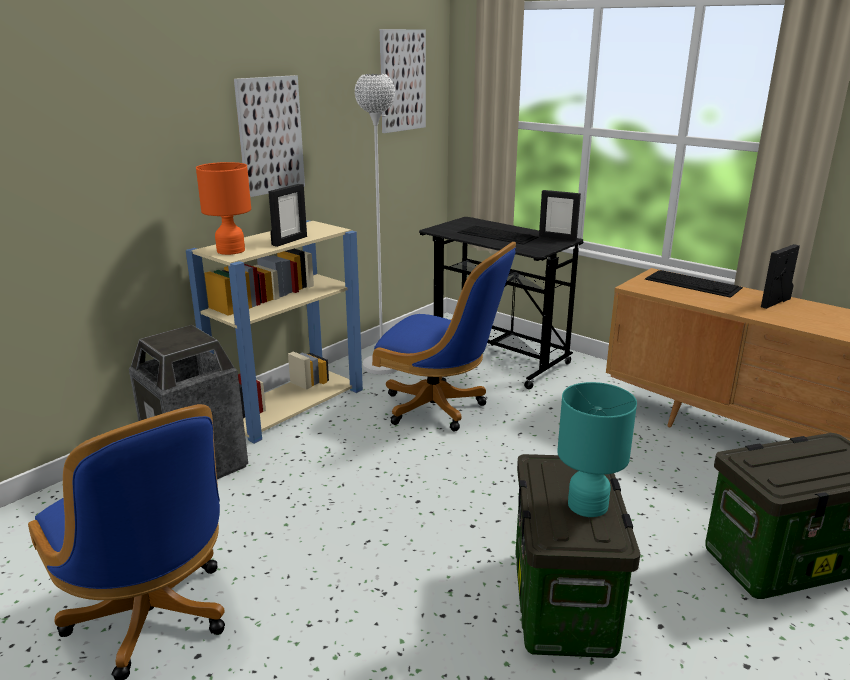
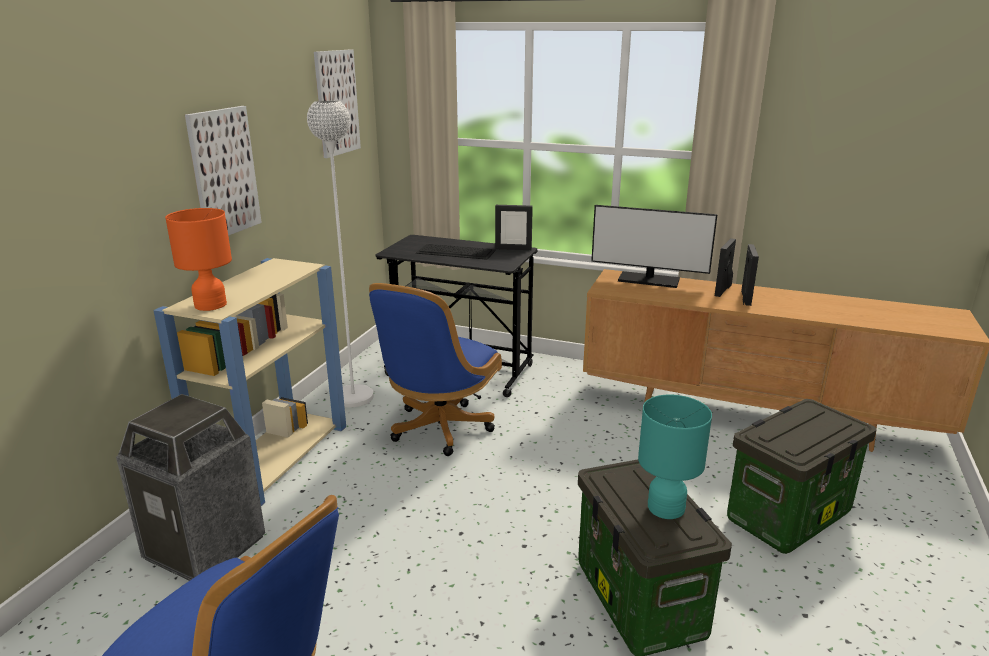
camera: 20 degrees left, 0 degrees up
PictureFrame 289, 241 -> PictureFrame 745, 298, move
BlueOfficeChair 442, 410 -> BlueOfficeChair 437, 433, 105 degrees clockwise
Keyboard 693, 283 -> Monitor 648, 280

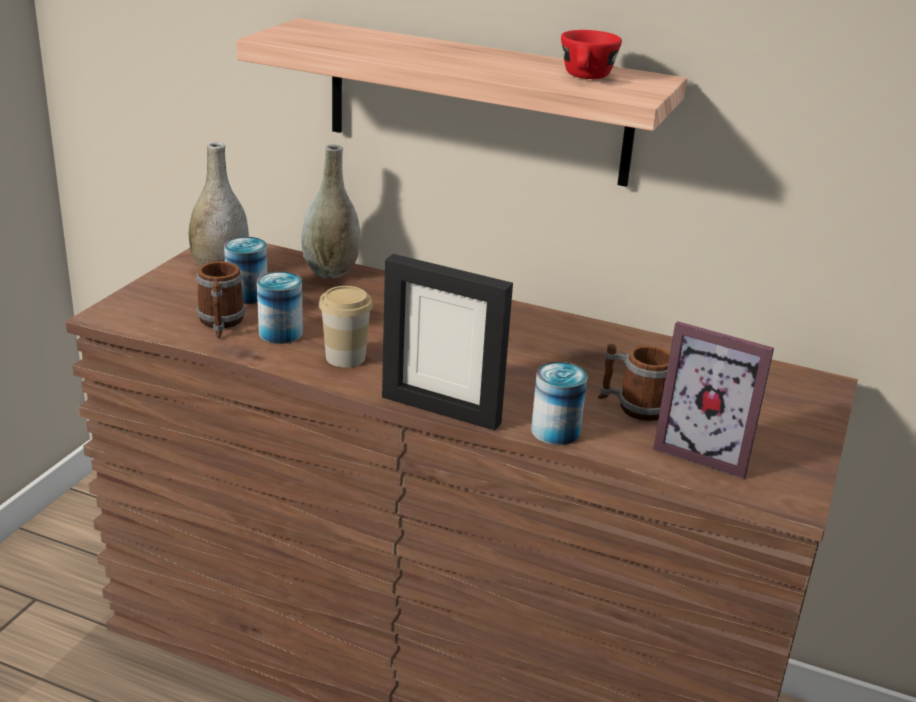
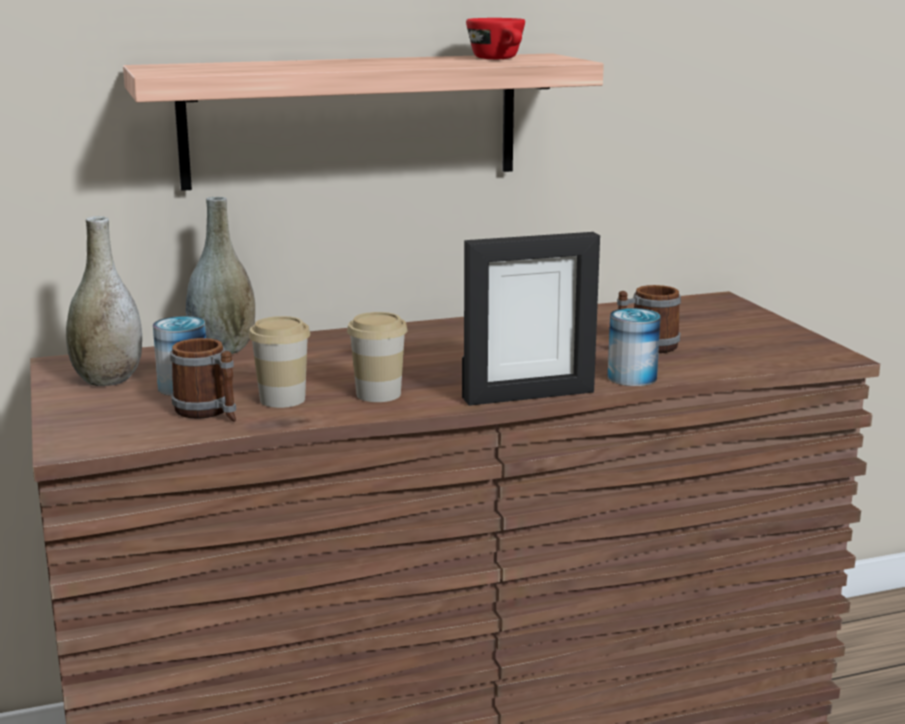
camera: 40 degrees left, 10 degrees down
Can 280, 333 -> Cup 282, 399
PictureFrame 706, 451 -> none

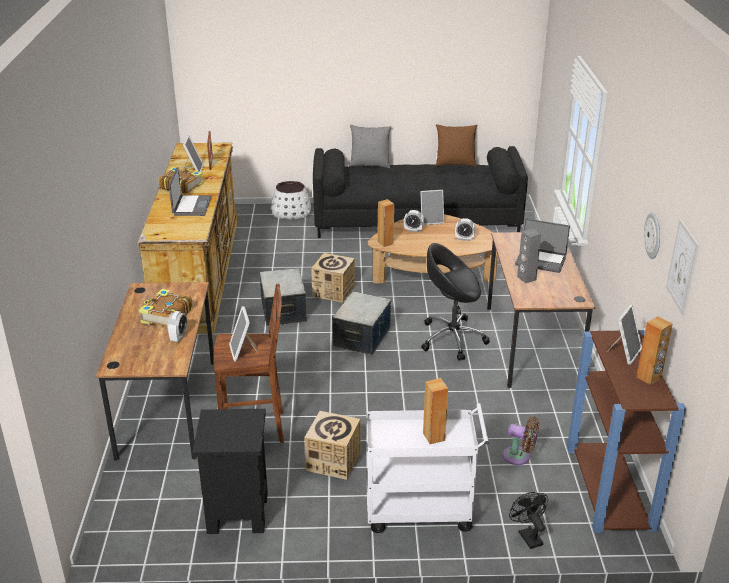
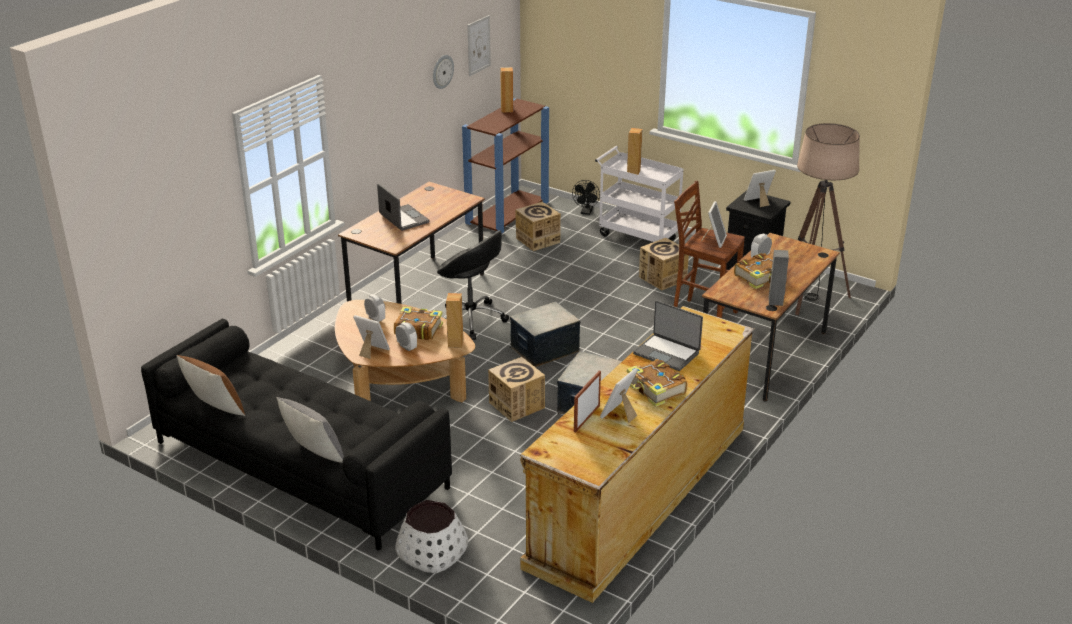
camera: 145 degrees left, 0 degrees up
Laptop 191, 206 -> Laptop 667, 353, 90 degrees counterclockwise
BrownFan 519, 457 -> CardboardBox 537, 240
GreySpeaker 526, 278 -> GreySpeaker 776, 301, move
PictureFrame 624, 353 -> PictureFrame 758, 202, move
none -> Book 418, 329
none -> FloorLamp 810, 297

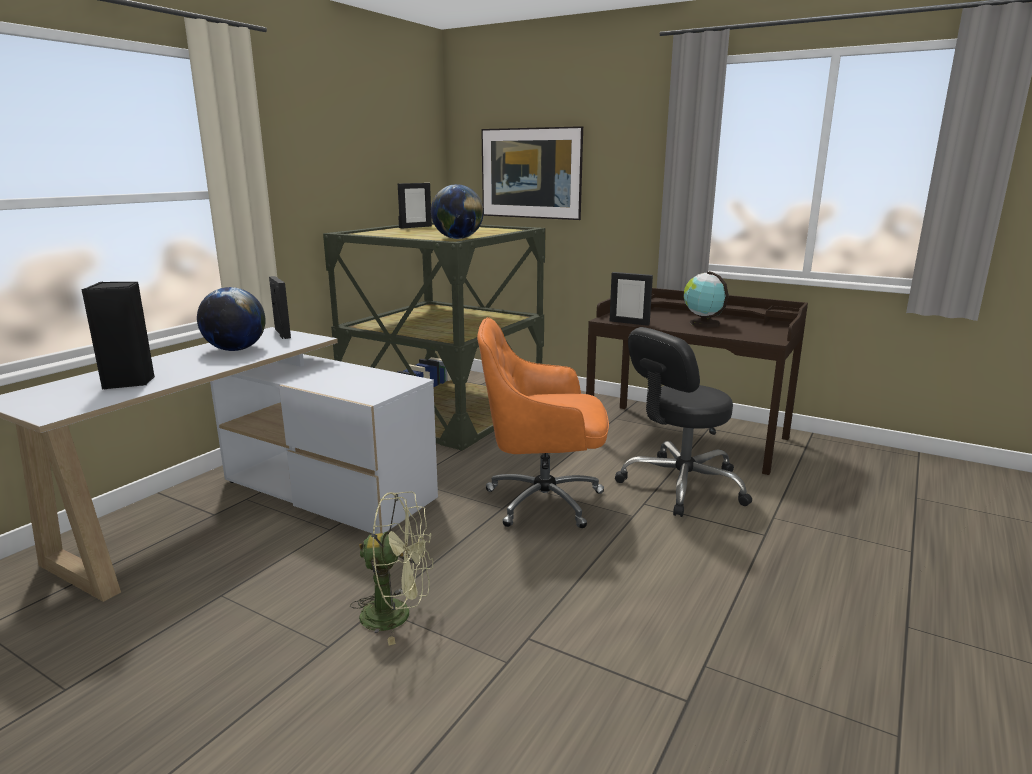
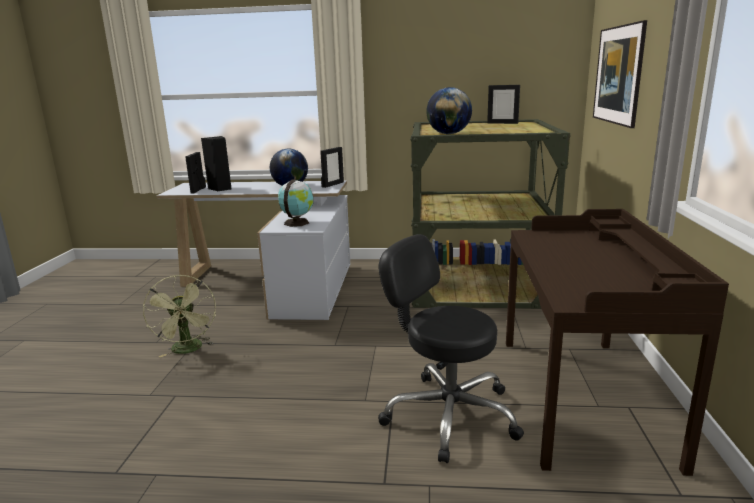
camera: 65 degrees right, 0 degrees up
OrangeOfficeChair 543, 500 -> none
PictureFrame 629, 322 -> PictureFrame 198, 190, move
Globe 703, 323 -> Globe 297, 222, move

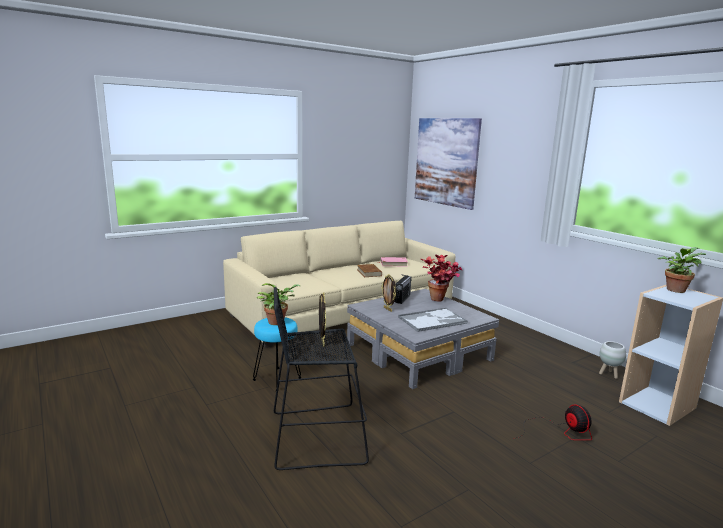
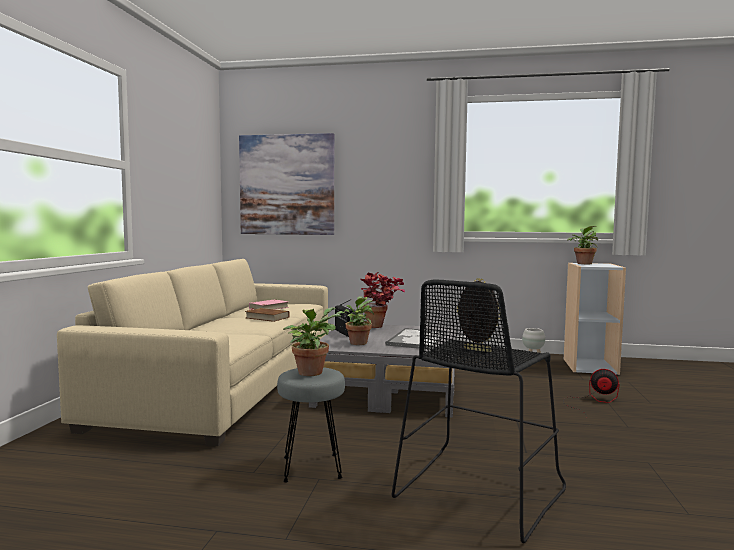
camera: 45 degrees left, 10 degrees down
TurquoiseStool 276, 379 -> GreyStool 311, 468
PictureFrame 388, 309 -> PottedPlant 357, 342

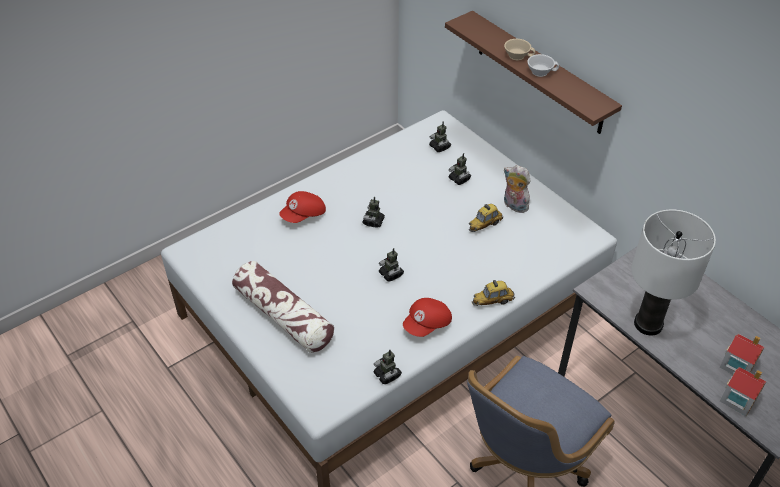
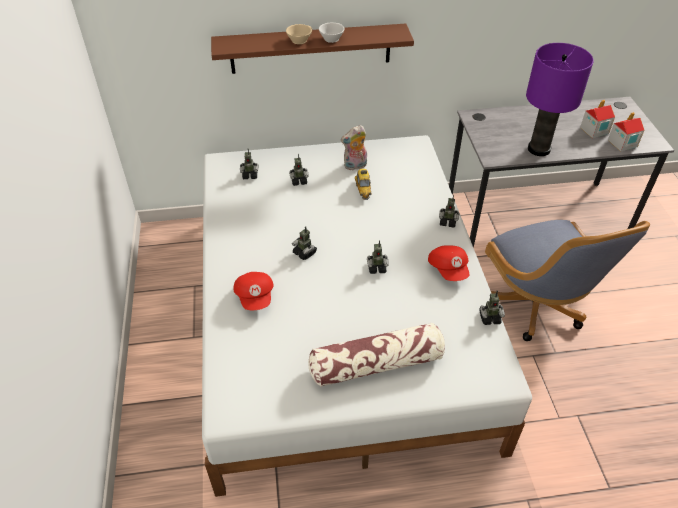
camera: 60 degrees left, 0 degrees up
ToyCar 492, 301 -> ToyRobot 447, 222
WhiteTableLamp 648, 324 -> PurpleTableLamp 539, 149

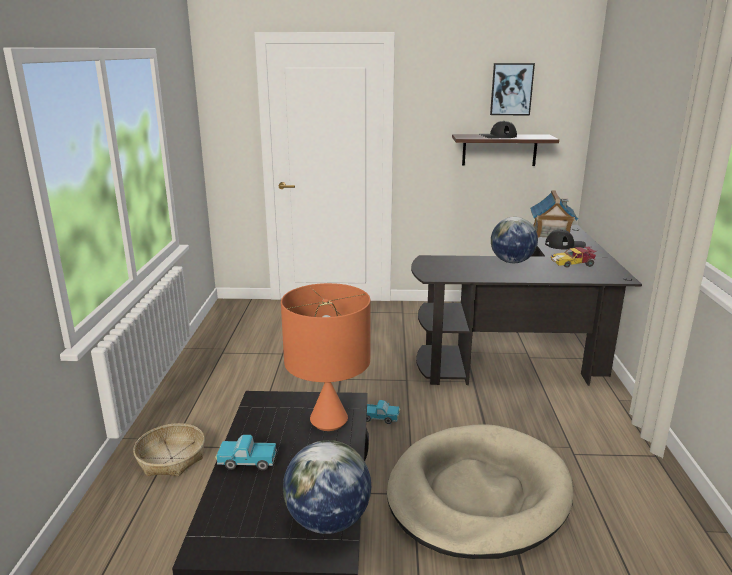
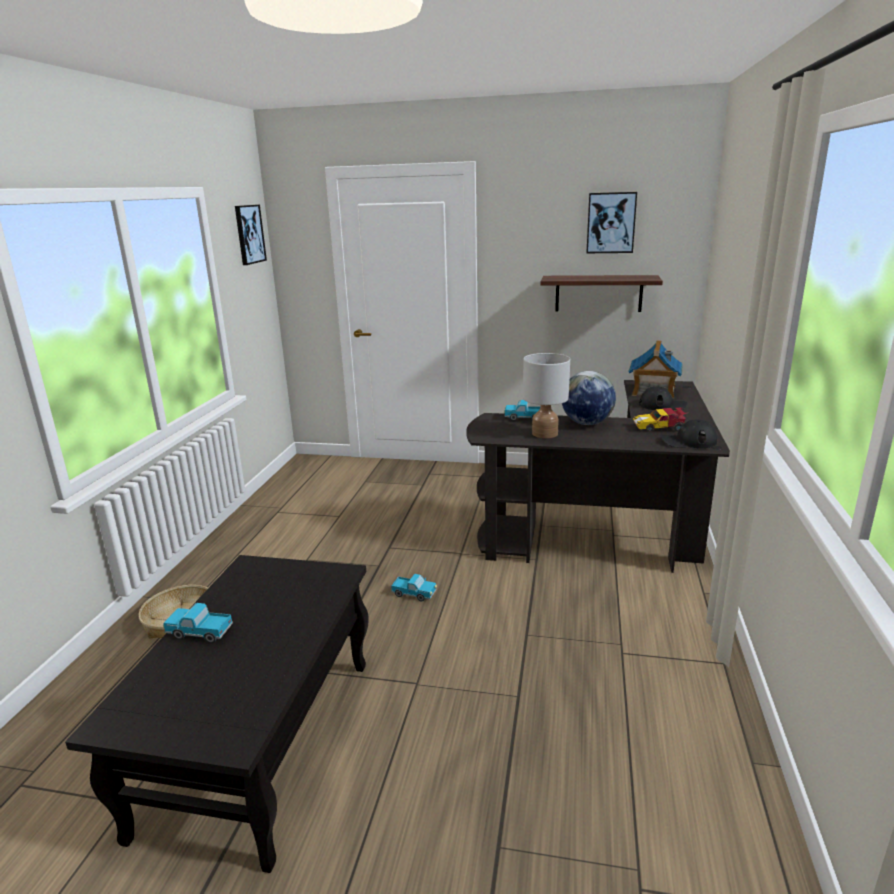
camera: 10 degrees right, 0 degrees up
OrangeTableLamp 329, 422 -> none
Globe 327, 520 -> none
BeigeDogBed 477, 494 -> none
BlackCap 497, 136 -> BlackCap 688, 441, move
none -> Picture 249, 234
none -> ToyTruck 523, 418
none -> GreyTableLamp 544, 434

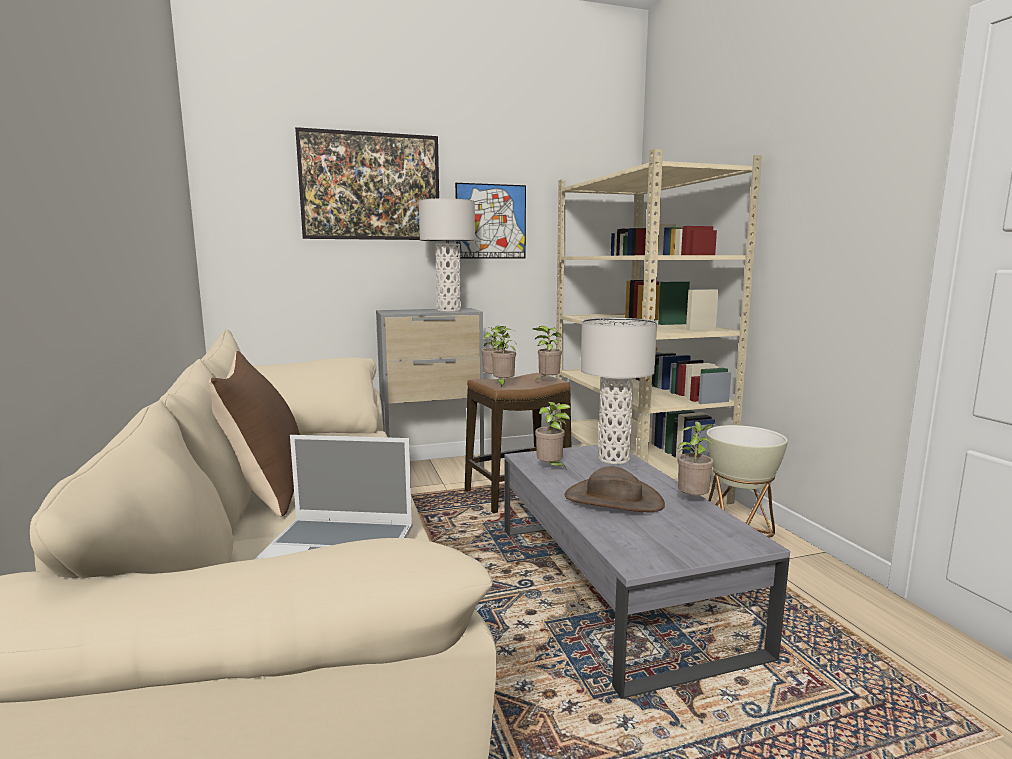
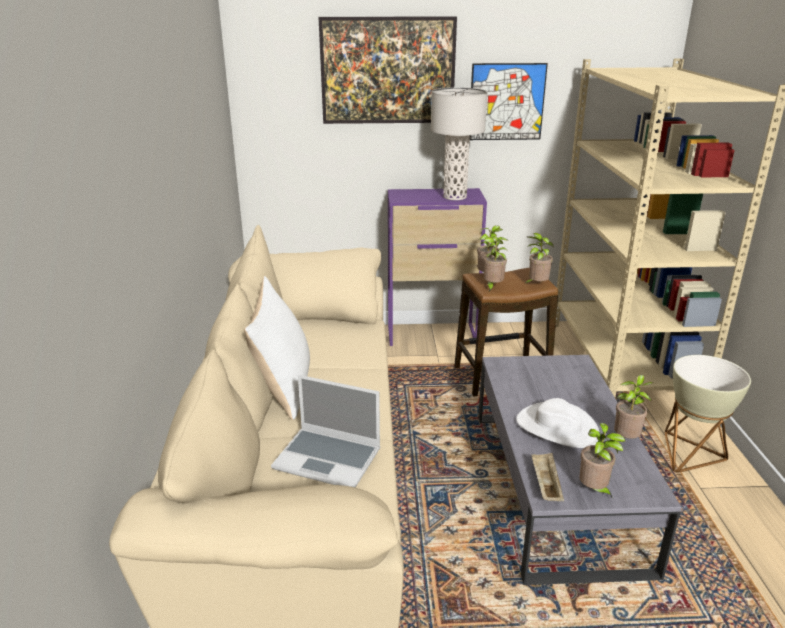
camera: 15 degrees right, 15 degrees up
BrownPillow 265, 489 -> WhitePillow 283, 387
GreyCabinet 434, 468 -> PurpleCabinet 433, 335
PottedPlant 551, 468 -> PottedPlant 594, 490, move
BrownHat 613, 500 -> WhiteHat 556, 427
WhiteTableLamp 613, 458 -> none
none -> BeigeTray 545, 485

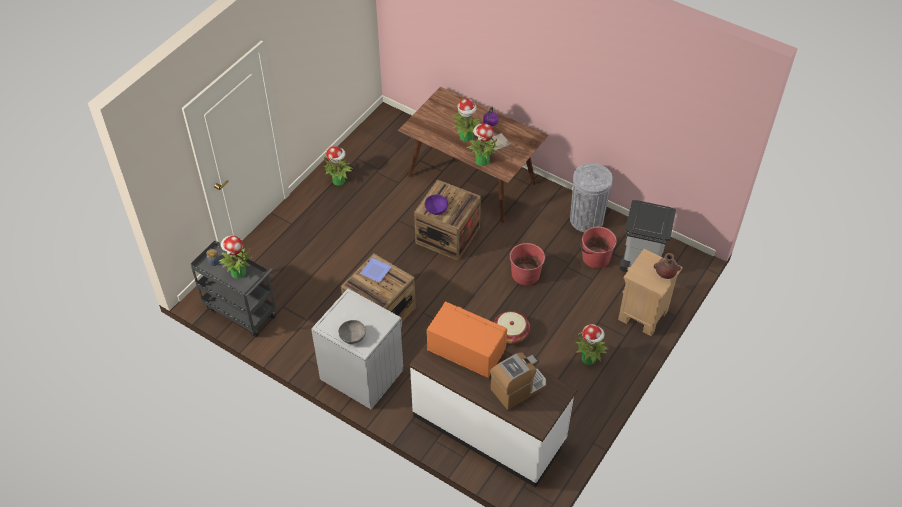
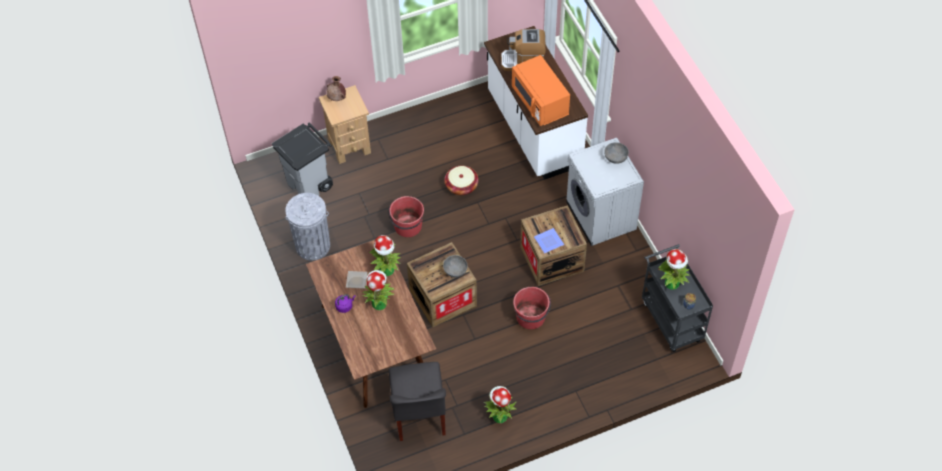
camera: 145 degrees left, 5 degrees up
PurpleBowl 436, 209 -> GreyBowl 455, 270
PottedPlant 589, 358 -> none
RedBucket 595, 257 -> RedBucket 531, 317, move
none -> GreyChair 419, 414

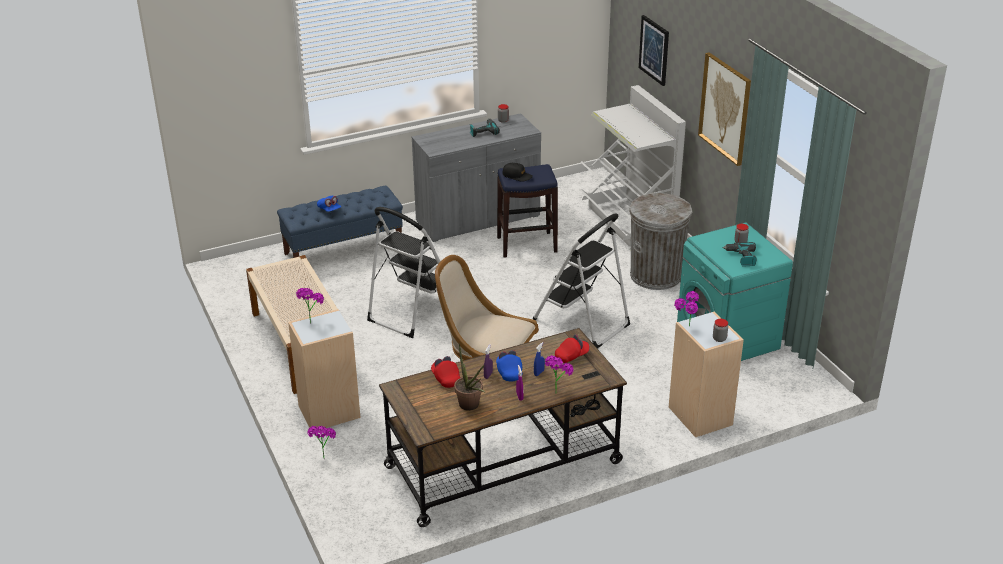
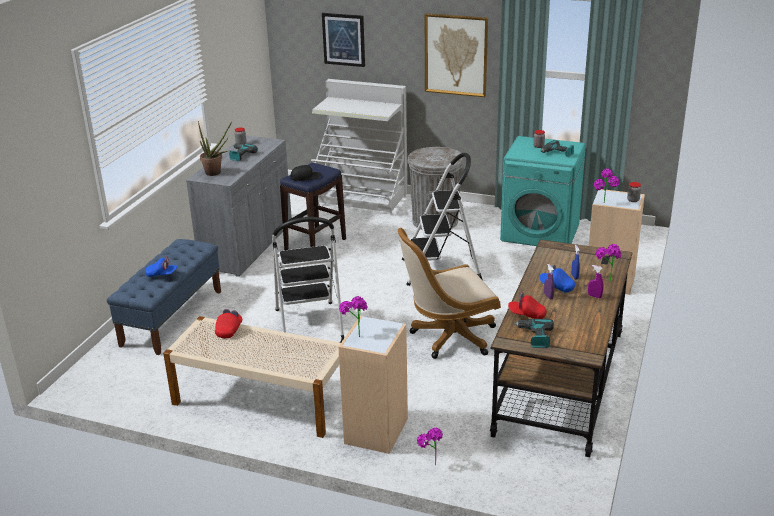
camera: 45 degrees left, 5 degrees down
PottedPlant 471, 407 -> PottedPlant 216, 173, move
RedCap 572, 356 -> RedCap 229, 330, move
none -> PowerDrill 534, 337

